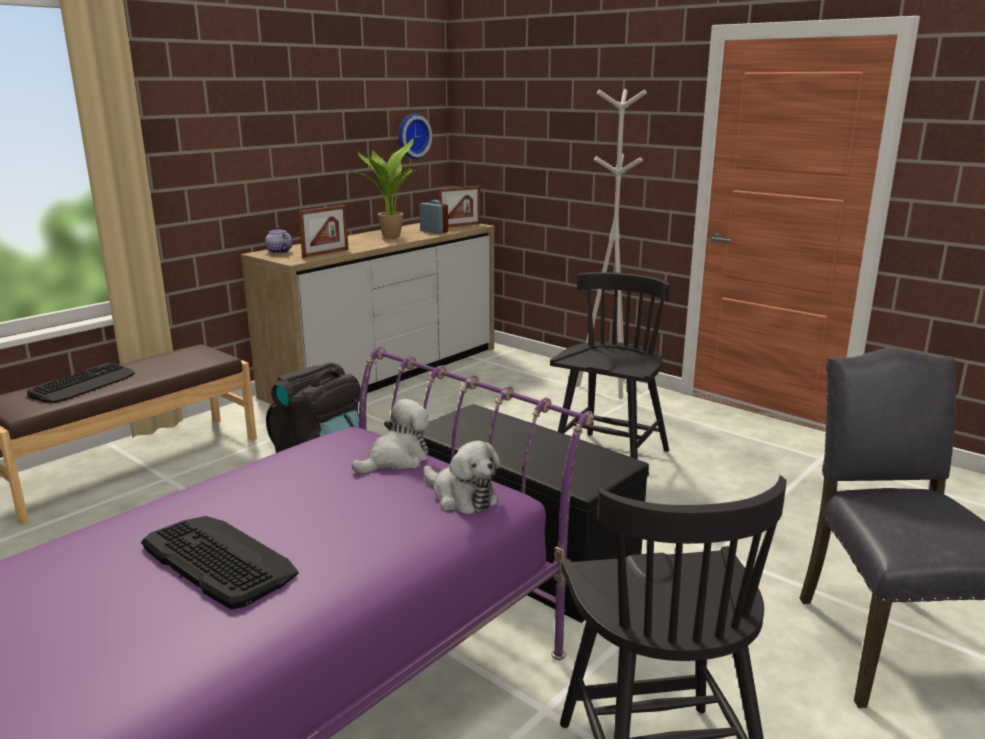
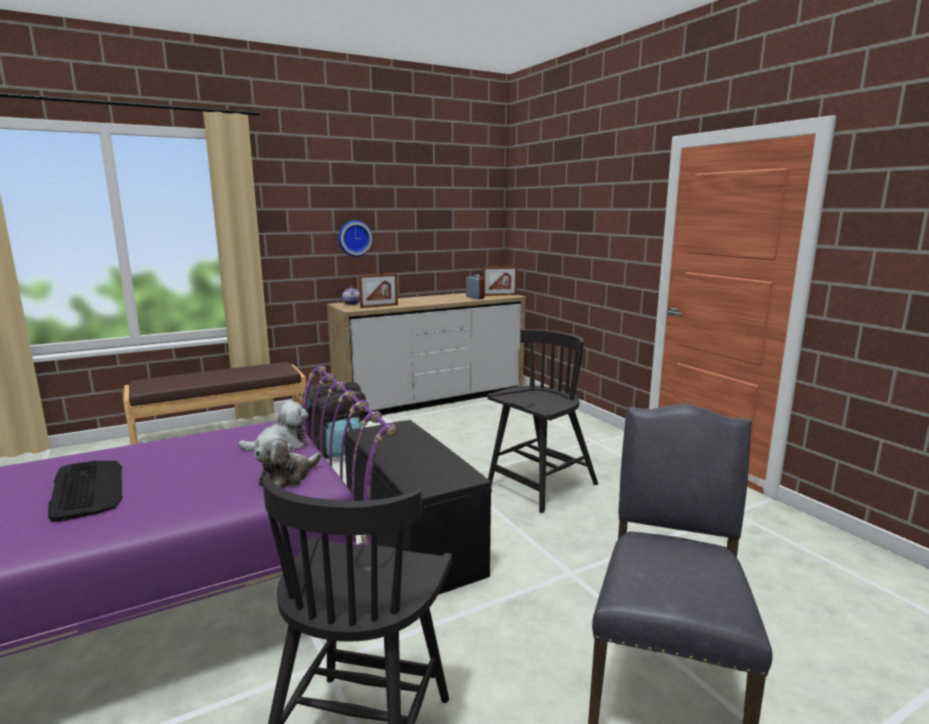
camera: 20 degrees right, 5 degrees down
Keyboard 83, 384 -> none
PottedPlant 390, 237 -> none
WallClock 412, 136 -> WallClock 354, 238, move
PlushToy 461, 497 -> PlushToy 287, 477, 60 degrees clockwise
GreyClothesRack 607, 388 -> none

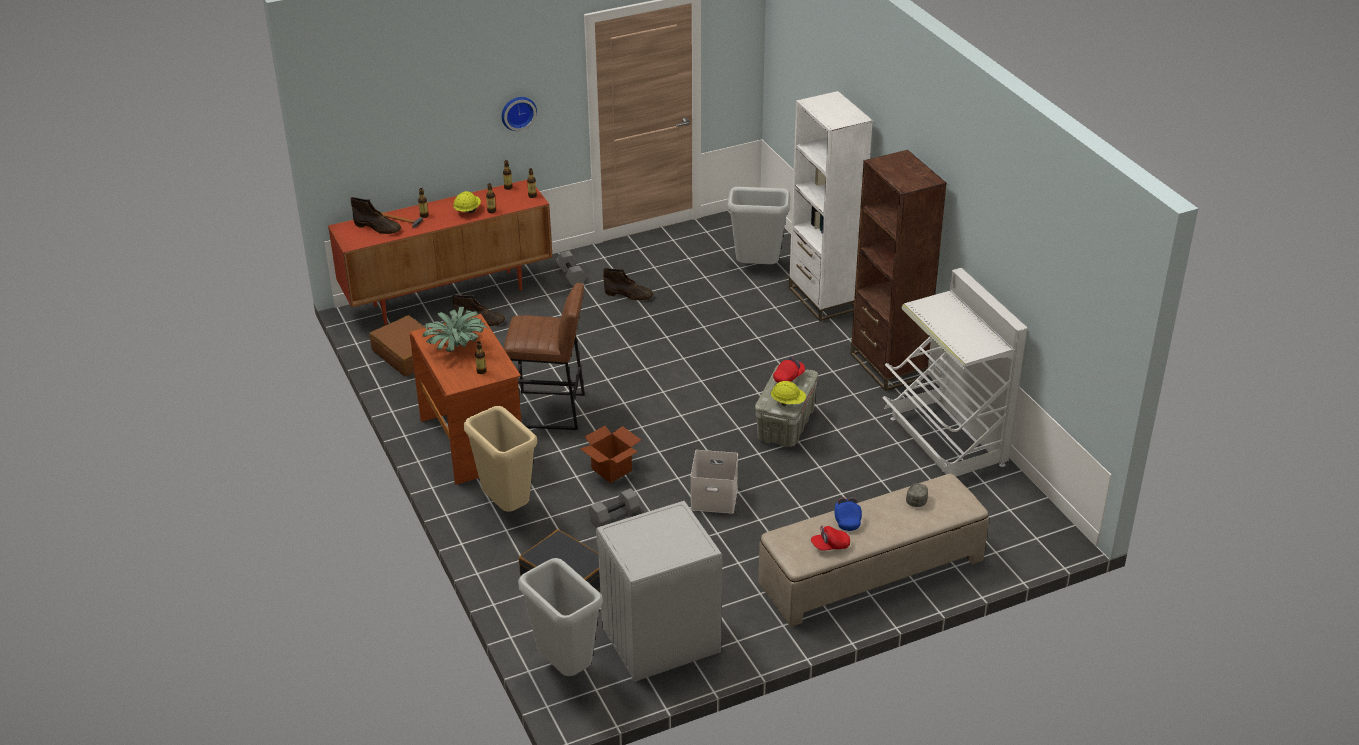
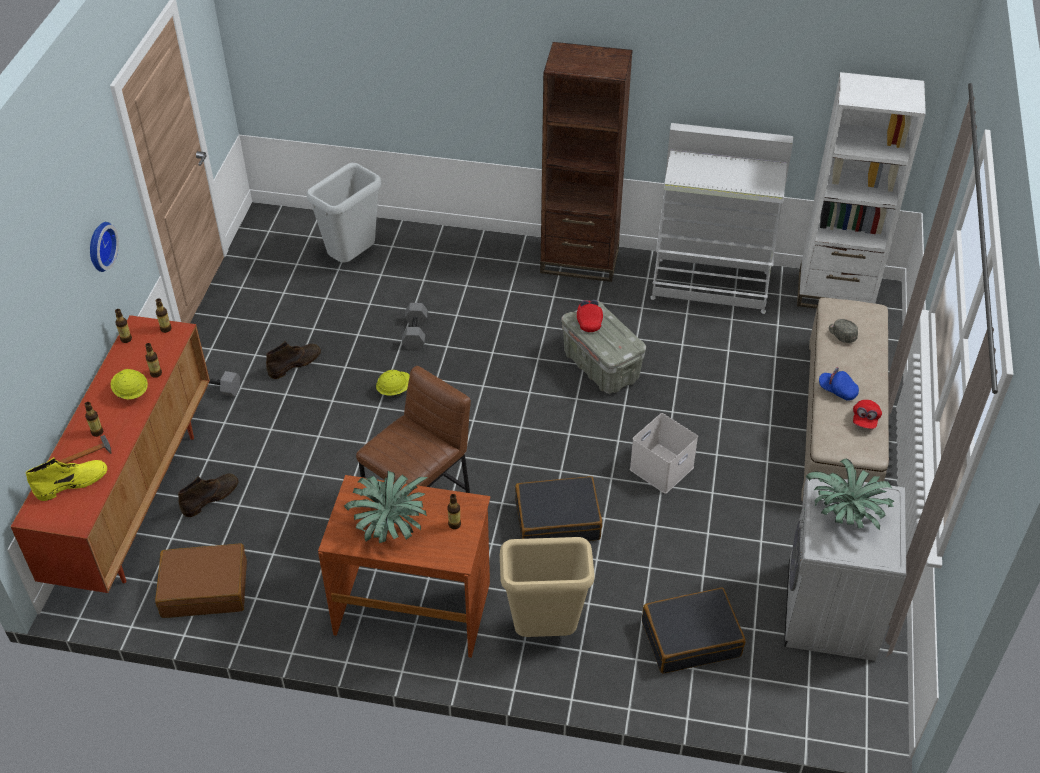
camera: 55 degrees left, 10 degrees up
BrownBoot 378, 227 -> YellowBoot 72, 483
GreyTrashCan 564, 668 -> none
CardboardBox 611, 470 -> BlackSuitcase 557, 519
GreyDumbbell 614, 516 -> GreyDumbbell 416, 334, move
YellowHardHat 788, 402 -> YellowHardHat 394, 390, move
WhiteBookcase 823, 299 -> WhiteBookcase 835, 293, move
none -> PottedPlant 847, 515

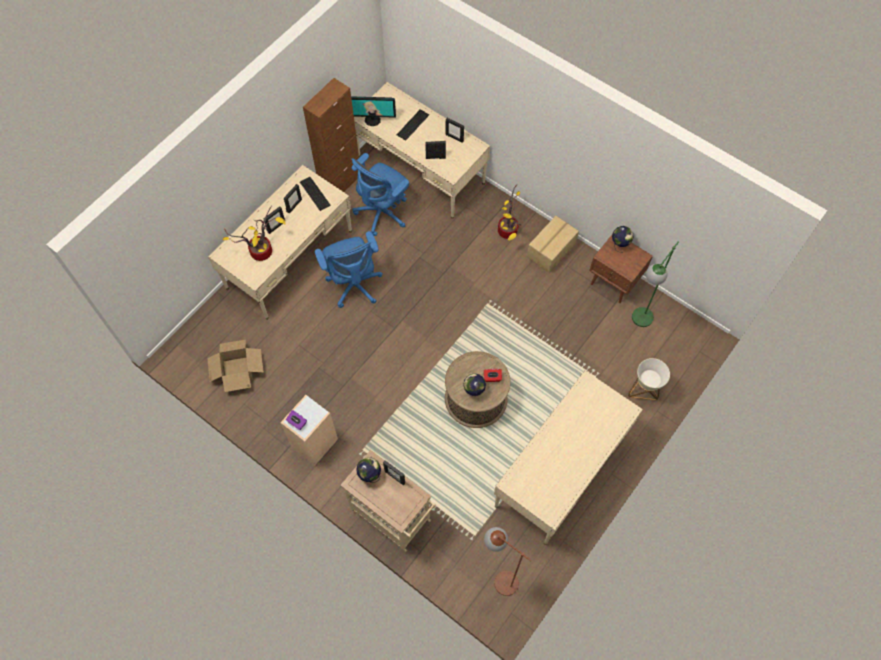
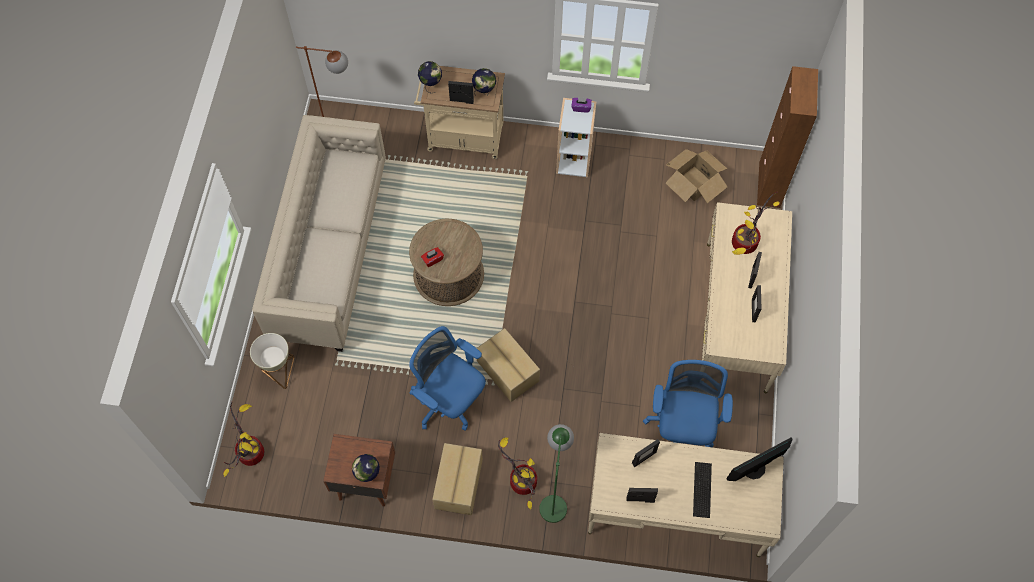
camera: 150 degrees right, 0 degrees up
Keyboard 315, 193 -> none
BrownCabinet 341, 184 -> BrownCabinet 769, 184, move
BlueOfficeChair 352, 282 -> BlueOfficeChair 450, 402, move
Globe 474, 391 -> Globe 431, 84, move
BeigeDesk 561, 470 -> BeigeSofa 329, 251
GreenFloorLamp 638, 323 -> GreenFloorLamp 554, 499, move
none -> PottedPlant 249, 451
none -> CardboardBox 507, 371

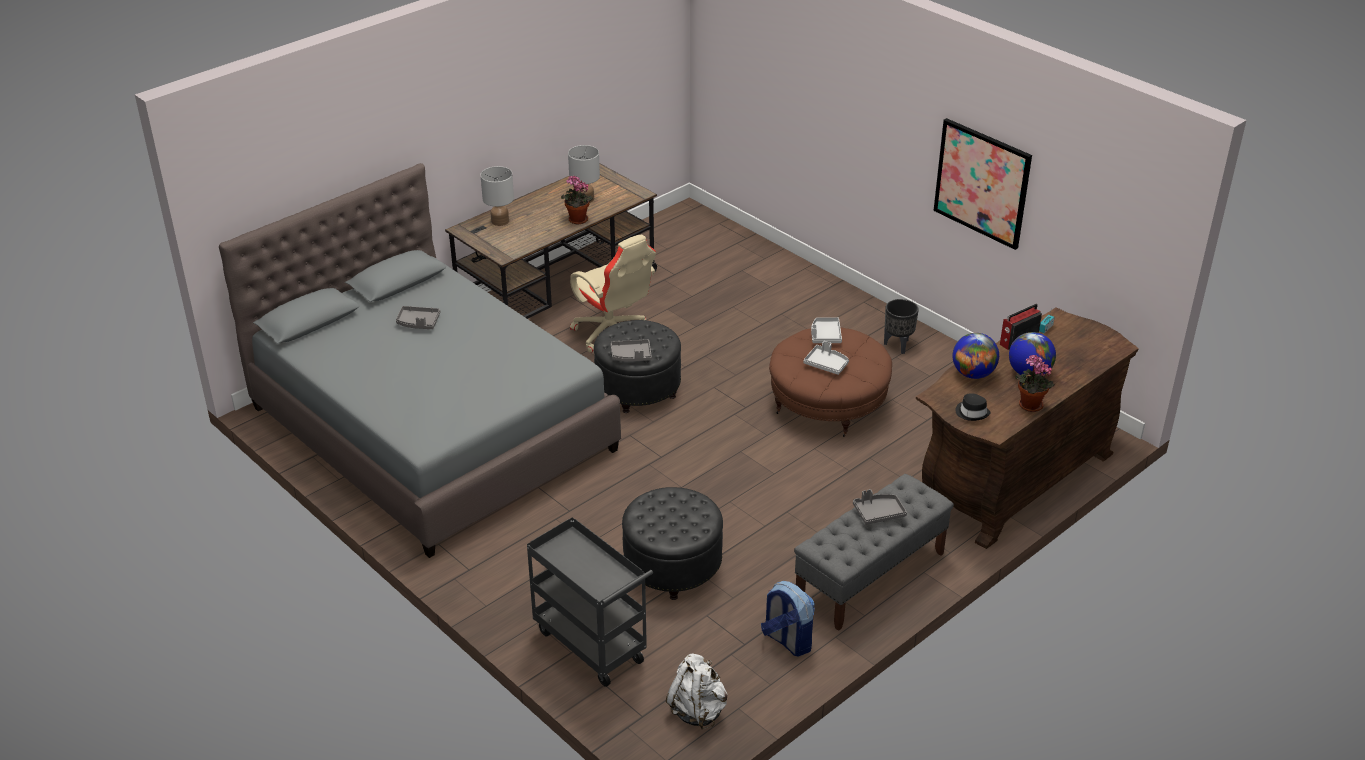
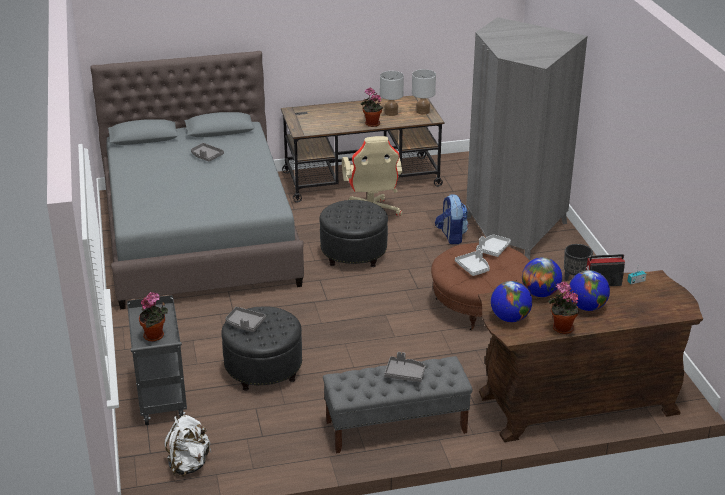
camera: 30 degrees right, 5 degrees down
GreyTableLamp 500, 221 -> GreyTableLamp 423, 111, move
GreyTray 631, 356 -> GreyTray 245, 324, move
Backpack 787, 640 -> Backpack 451, 236, move
Picture 982, 183 -> none
BlackHat 972, 412 -> Globe 510, 318
none -> PottedPlant 155, 336
none -> GreyWardrobe 512, 229

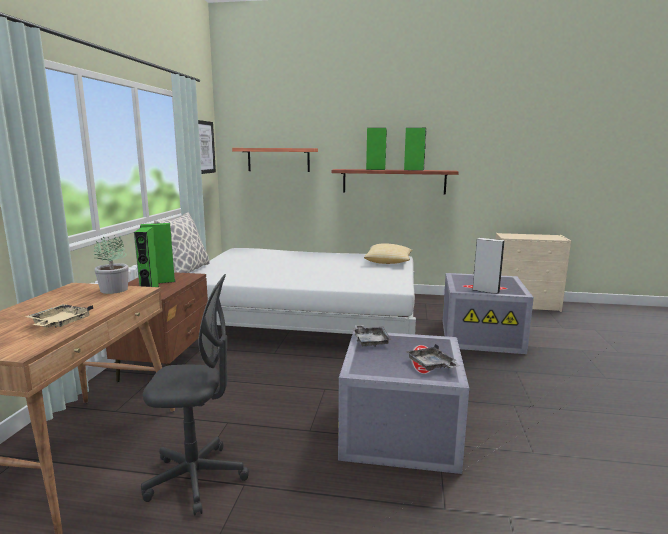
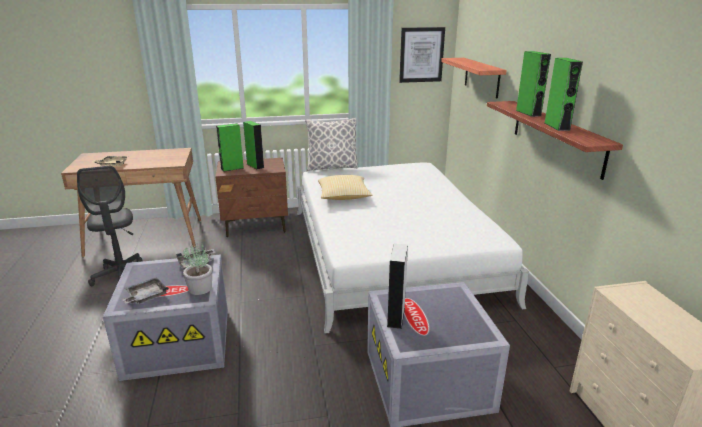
camera: 70 degrees right, 10 degrees up
PottedPlant 114, 289 -> PottedPlant 200, 288, move
Pillow 388, 262 -> Pillow 343, 197, move

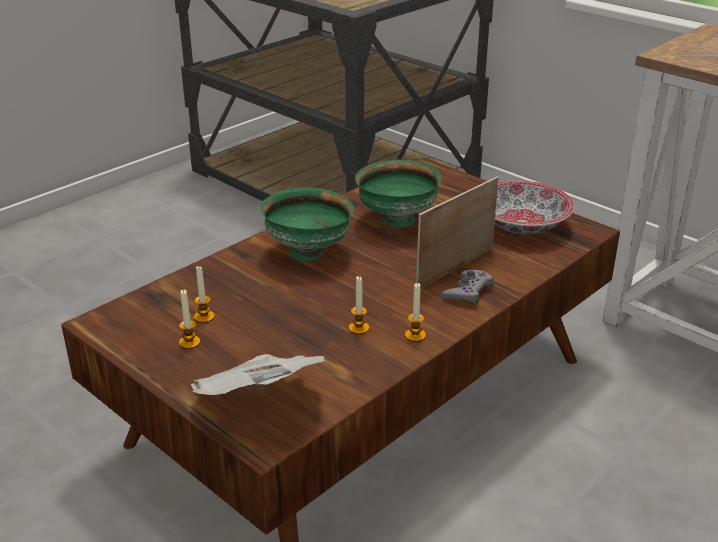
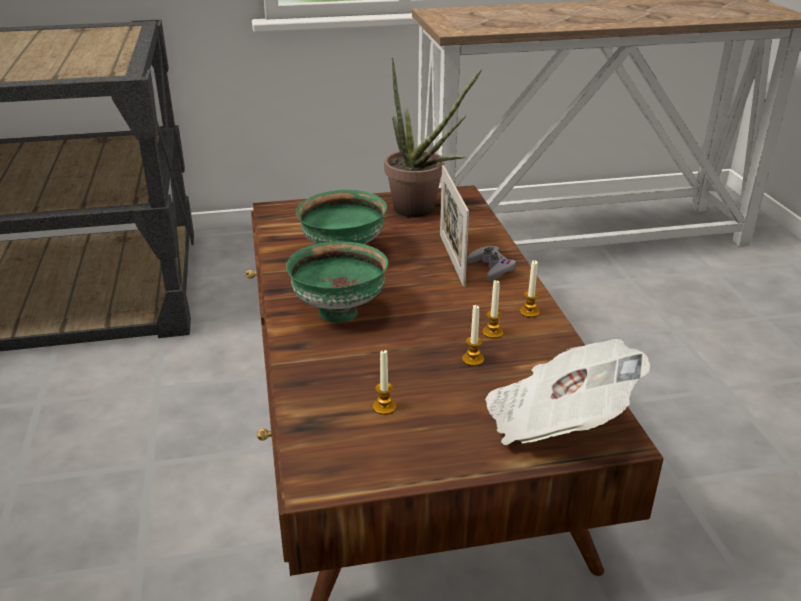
camera: 55 degrees left, 0 degrees up
Candle 189, 342 -> Candle 473, 359, move
Bowl 521, 225 -> PottedPlant 421, 211

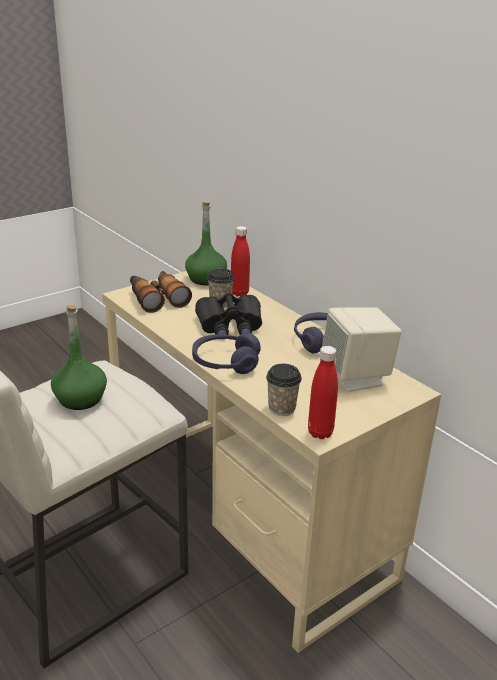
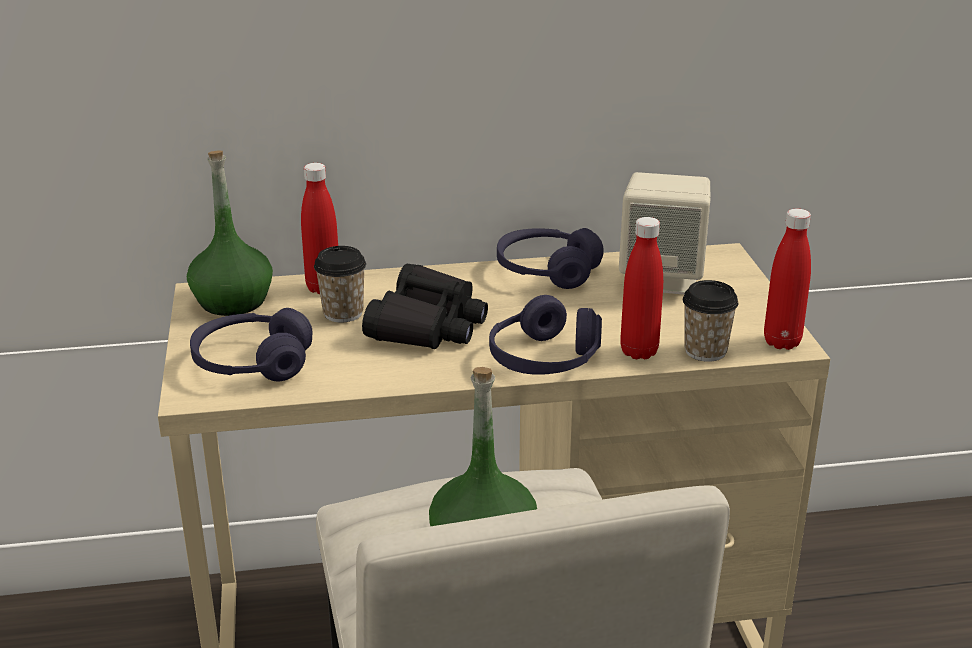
camera: 60 degrees left, 0 degrees up
Binoculars 157, 298 -> PurpleHeadphones 252, 363
none -> RedBottle 639, 352

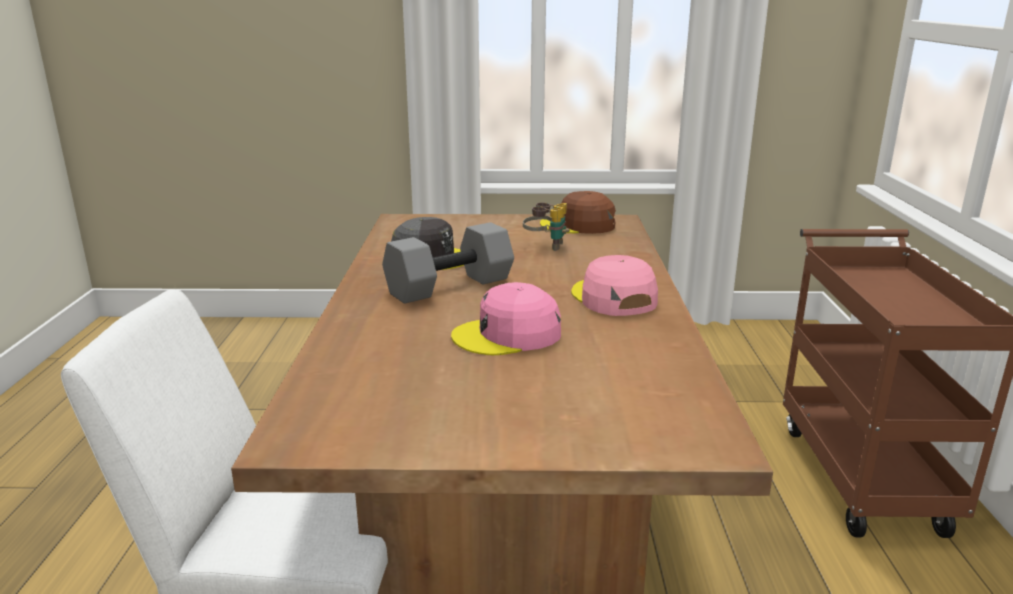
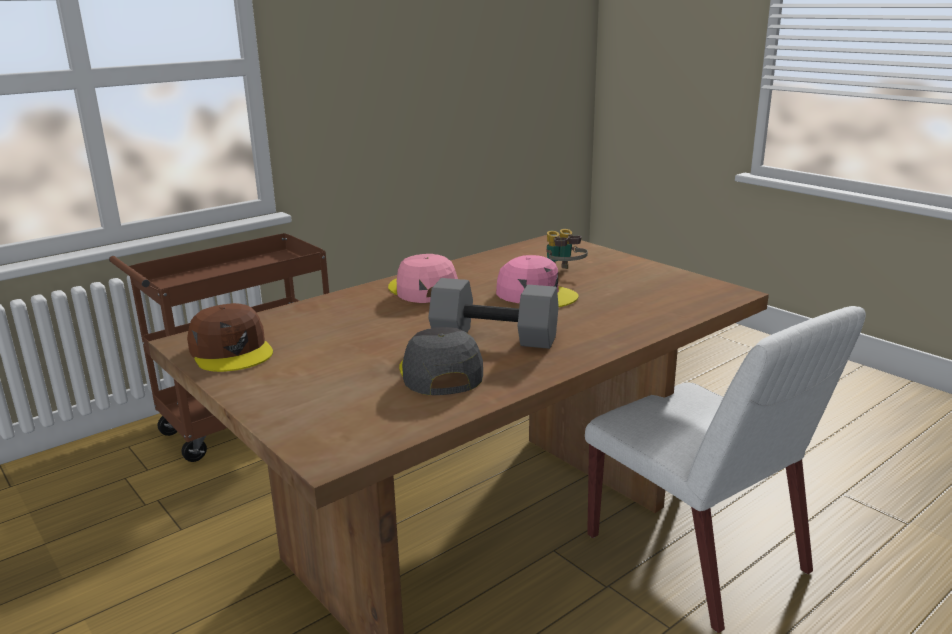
camera: 130 degrees left, 0 degrees up
Binoculars 546, 246 -> Binoculars 564, 273, move
PinkCap 613, 298 -> PinkCap 422, 289, 120 degrees clockwise

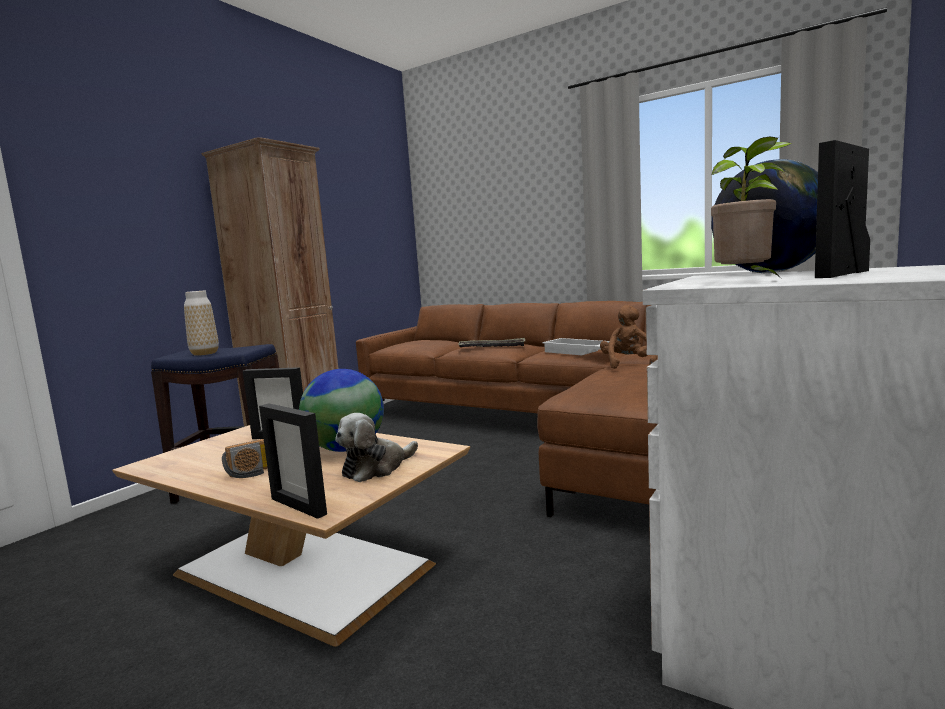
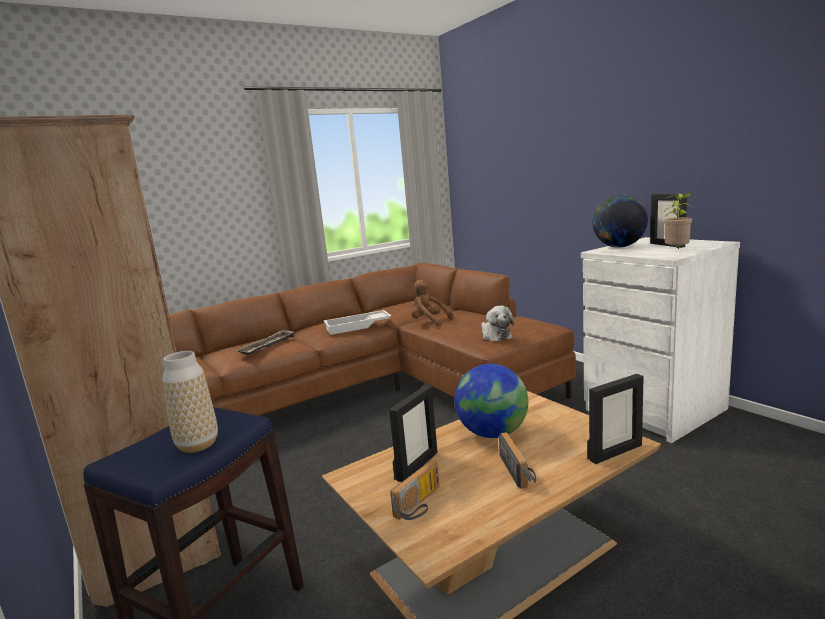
camera: 65 degrees left, 5 degrees up
PlushToy 376, 468 -> PlushToy 495, 335, move
none -> Radio 420, 504

